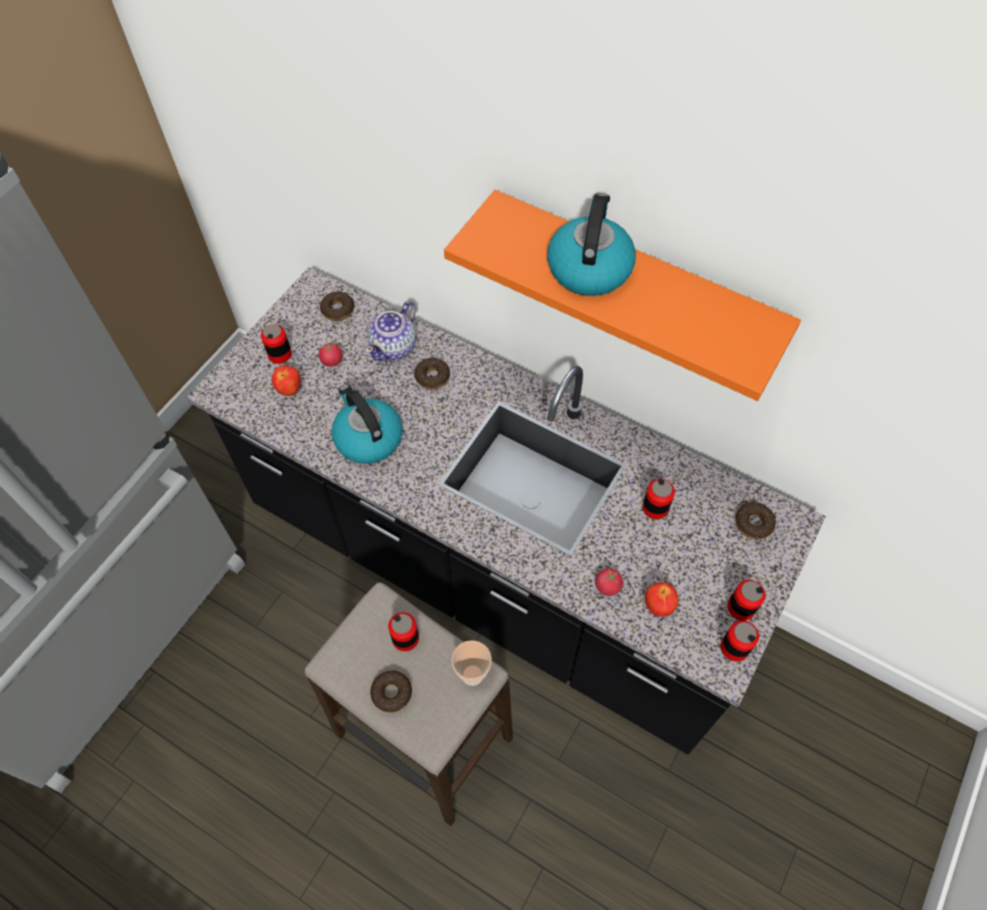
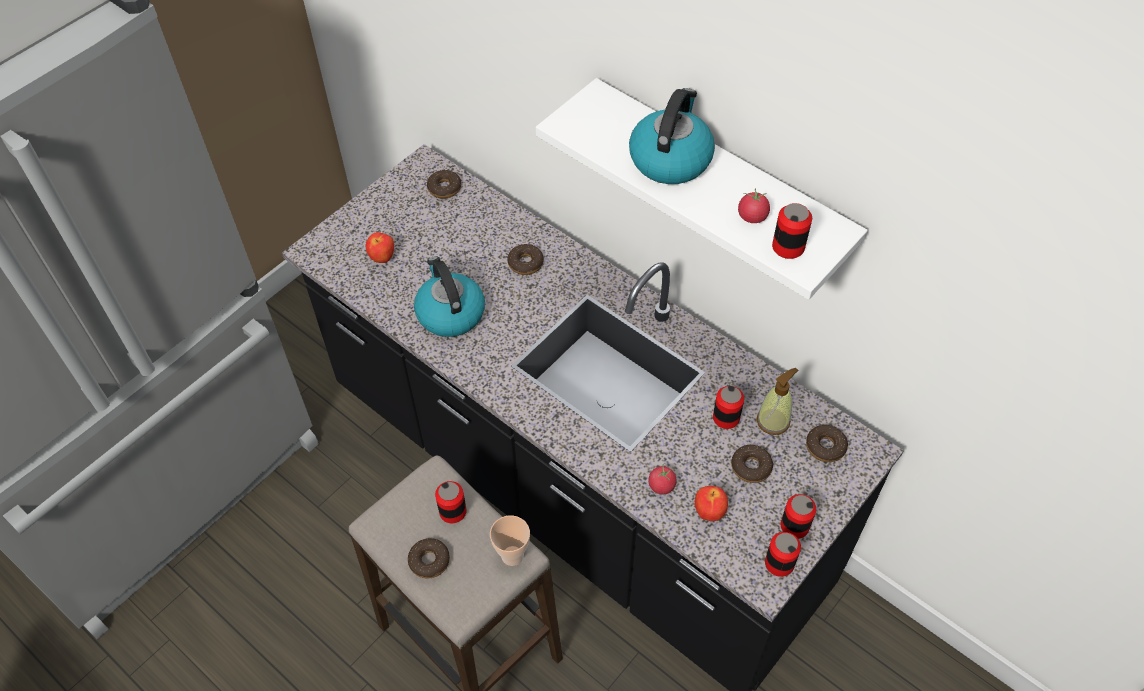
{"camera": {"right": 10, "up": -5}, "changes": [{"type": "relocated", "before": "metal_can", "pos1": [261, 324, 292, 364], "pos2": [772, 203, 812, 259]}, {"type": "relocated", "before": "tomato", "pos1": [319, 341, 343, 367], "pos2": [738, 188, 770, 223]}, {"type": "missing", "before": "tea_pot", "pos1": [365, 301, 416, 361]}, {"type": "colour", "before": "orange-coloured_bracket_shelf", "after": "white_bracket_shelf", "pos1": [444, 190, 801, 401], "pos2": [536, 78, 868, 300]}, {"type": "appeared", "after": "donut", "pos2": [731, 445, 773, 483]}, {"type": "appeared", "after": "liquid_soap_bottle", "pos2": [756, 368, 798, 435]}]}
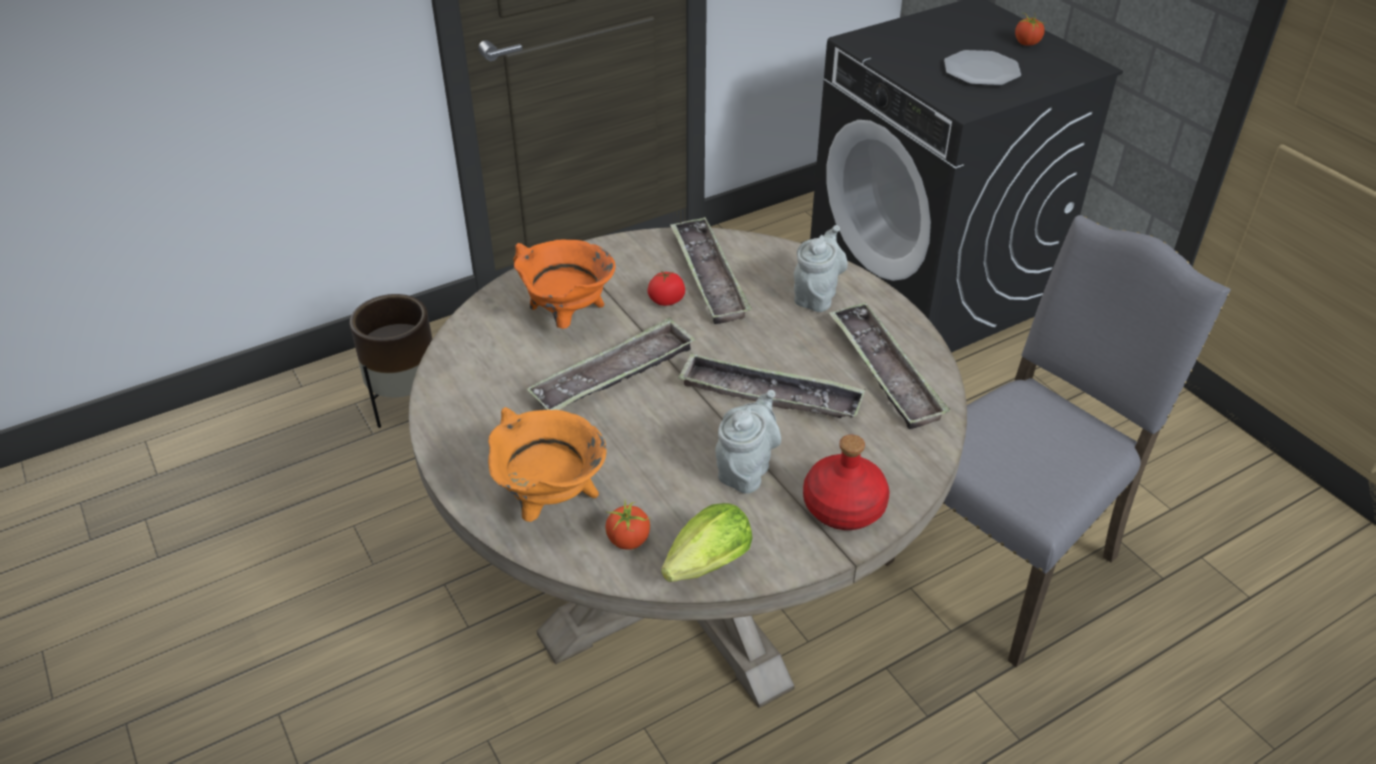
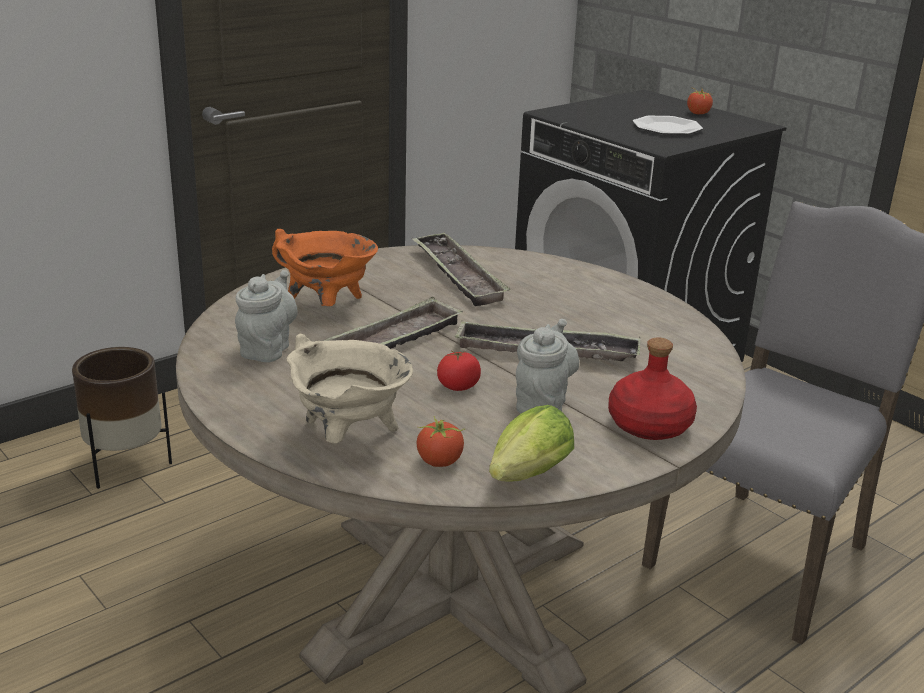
{"camera": {"right": -10, "up": -15}, "changes": [{"type": "colour", "before": "orange-coloured_cooking_pot", "after": "beige-coloured_cooking_pot", "pos1": [488, 407, 607, 522], "pos2": [286, 333, 413, 443]}, {"type": "relocated", "before": "tomato", "pos1": [648, 270, 685, 306], "pos2": [437, 350, 481, 391]}, {"type": "relocated", "before": "greyish_tea_pot", "pos1": [794, 225, 848, 312], "pos2": [235, 270, 298, 363]}, {"type": "missing", "before": "carrying_tray", "pos1": [829, 302, 950, 429]}]}
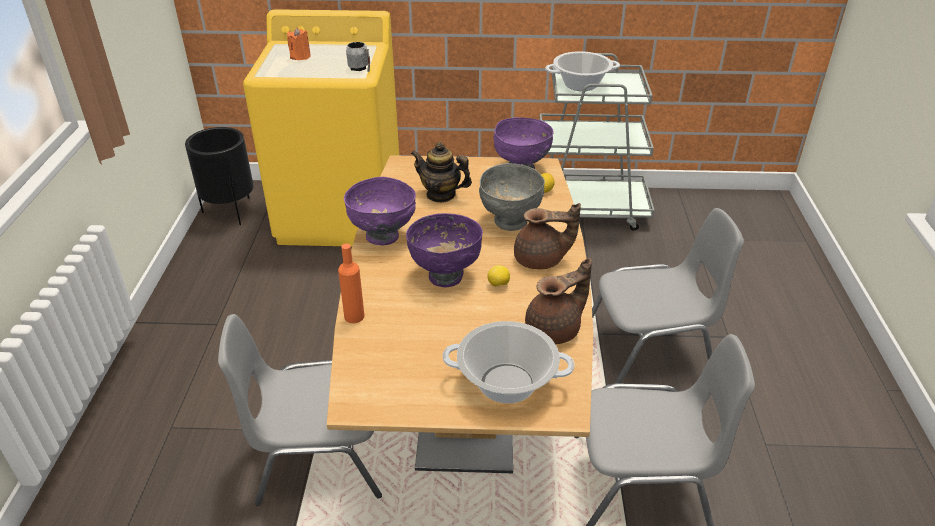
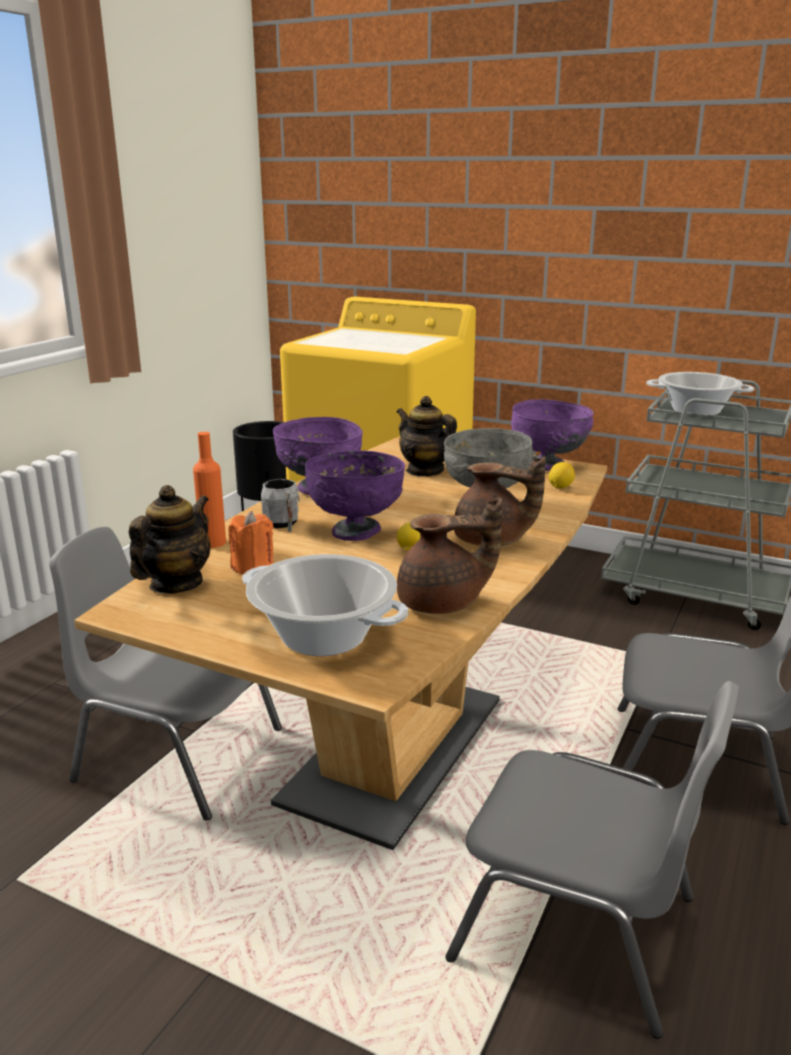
{"camera": {"right": 25, "up": -15}, "changes": [{"type": "relocated", "before": "orange-coloured_candle", "pos1": [287, 27, 311, 60], "pos2": [228, 511, 274, 574]}, {"type": "relocated", "before": "greyish_coffee_mug", "pos1": [346, 42, 370, 72], "pos2": [261, 479, 300, 532]}, {"type": "appeared", "after": "tea_pot", "pos2": [129, 485, 211, 593]}]}
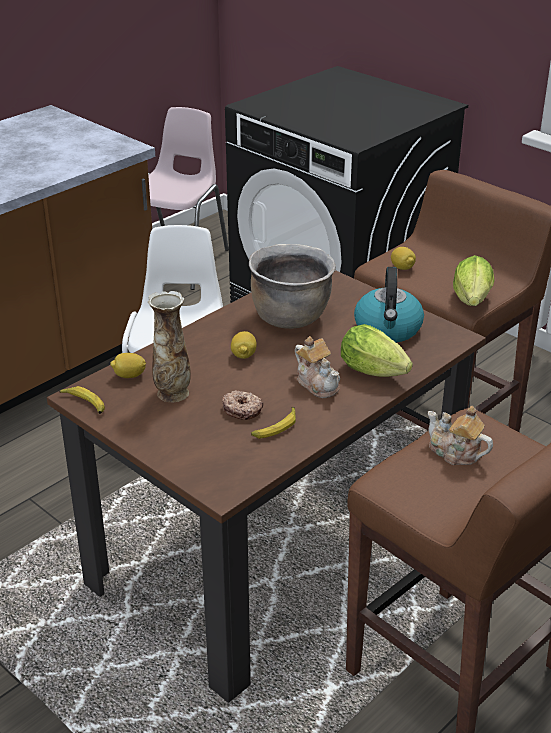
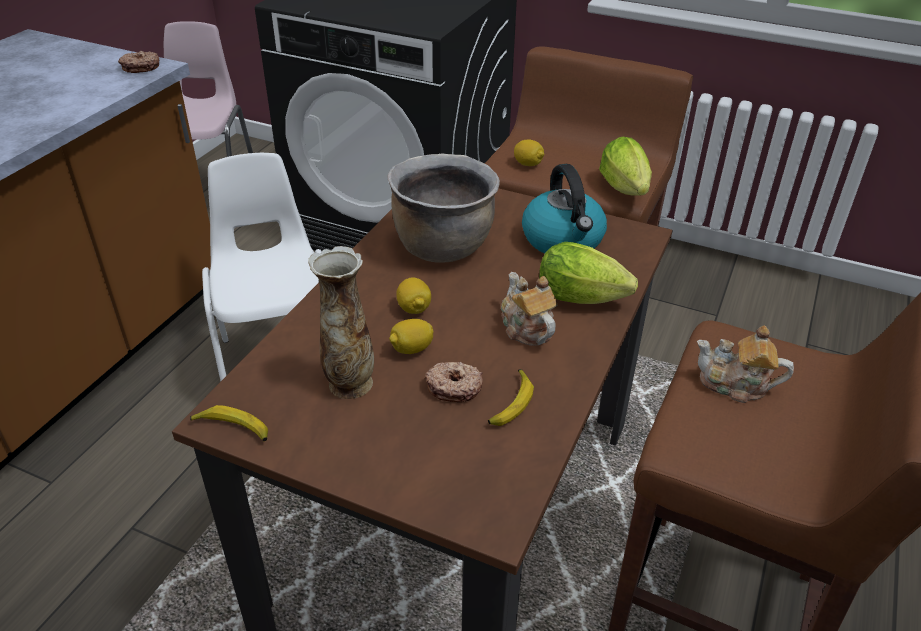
{"camera": {"right": -20, "up": 5}, "changes": [{"type": "relocated", "before": "lemon", "pos1": [110, 353, 146, 378], "pos2": [389, 319, 434, 354]}, {"type": "spun", "before": "tea_pot", "pos1": [295, 336, 340, 398], "pos2": [501, 272, 558, 346], "turn": -150}, {"type": "appeared", "after": "donut", "pos2": [118, 51, 159, 73]}]}
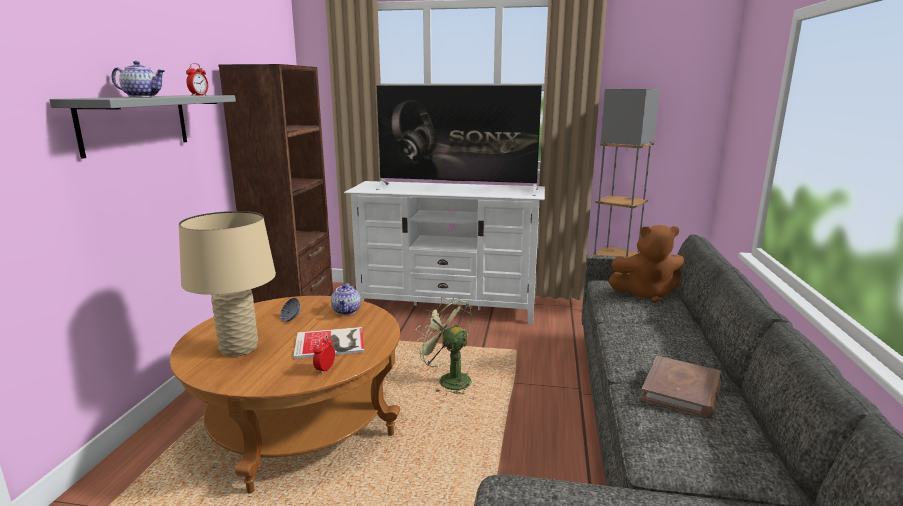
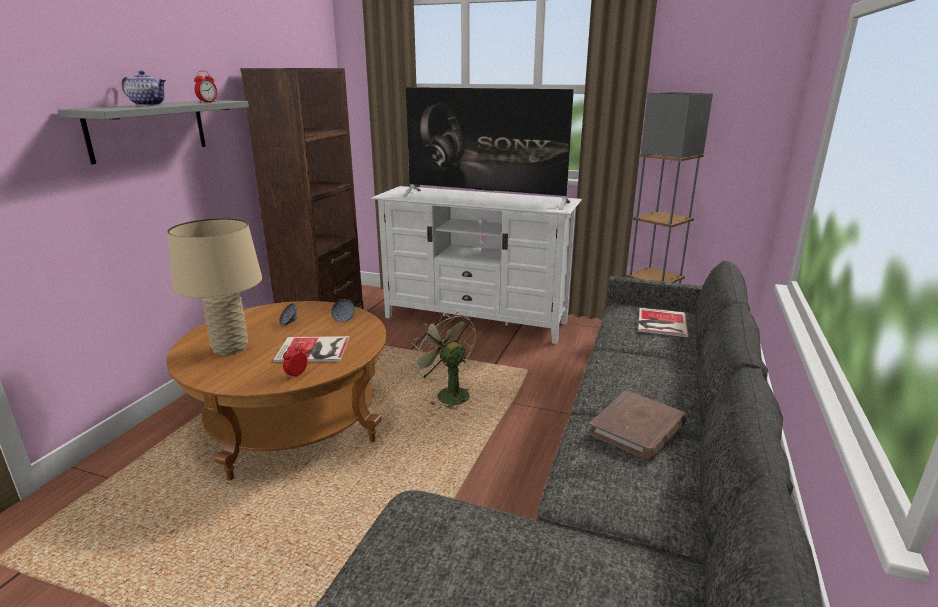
{"camera": {"right": 10, "up": 5}, "changes": [{"type": "exchanged", "before": "tea_pot", "after": "bowl", "pos1": [331, 283, 361, 315], "pos2": [331, 299, 355, 322]}, {"type": "exchanged", "before": "brownish_soft_toy", "after": "book", "pos1": [608, 225, 684, 303], "pos2": [638, 308, 688, 337]}]}
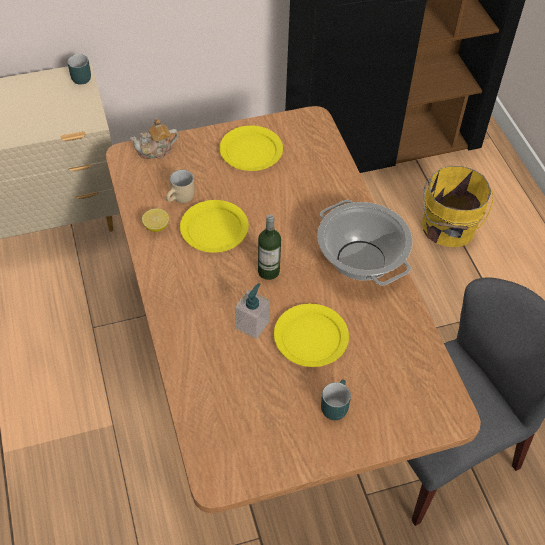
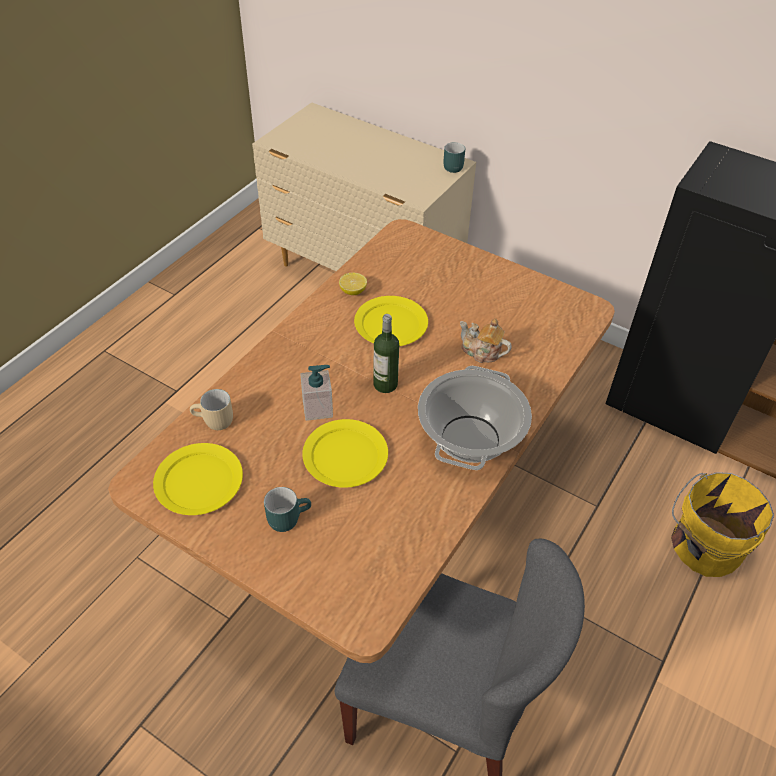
{"camera": {"right": 50, "up": -5}, "changes": [{"type": "relocated", "before": "tea_pot", "pos1": [130, 119, 178, 159], "pos2": [460, 318, 512, 363]}, {"type": "relocated", "before": "beige-coloured_coffee_mug", "pos1": [166, 170, 195, 203], "pos2": [190, 389, 233, 430]}, {"type": "relocated", "before": "yellowish_flat_dish", "pos1": [219, 126, 283, 171], "pos2": [153, 443, 243, 515]}]}
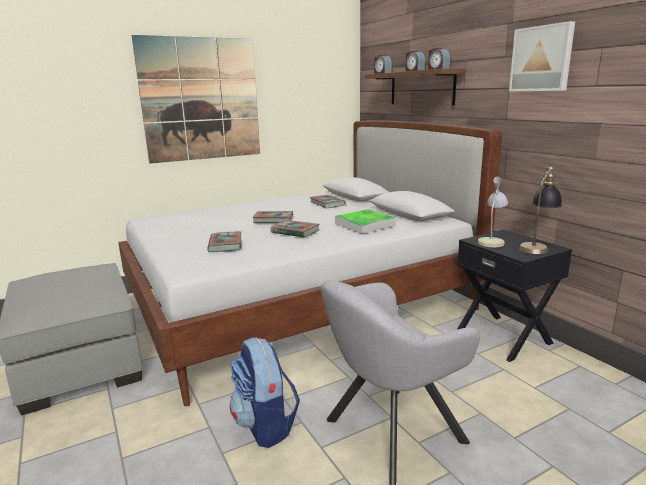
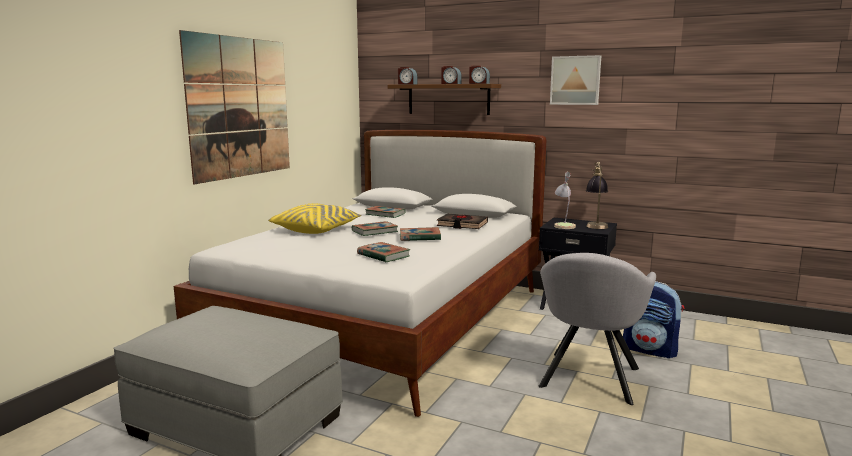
{"camera": {"right": -35, "up": -5}, "changes": [{"type": "relocated", "before": "knapsack", "pos1": [230, 337, 300, 448], "pos2": [623, 281, 684, 358]}, {"type": "exchanged", "before": "carrying_tray", "after": "blackish_book", "pos1": [335, 209, 396, 234], "pos2": [437, 213, 488, 229]}, {"type": "appeared", "after": "yellowish_pillow", "pos2": [268, 203, 362, 234]}]}
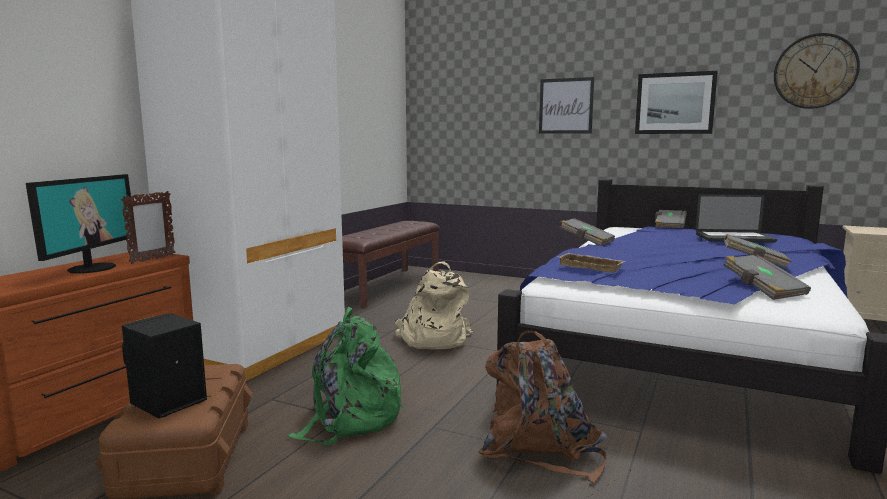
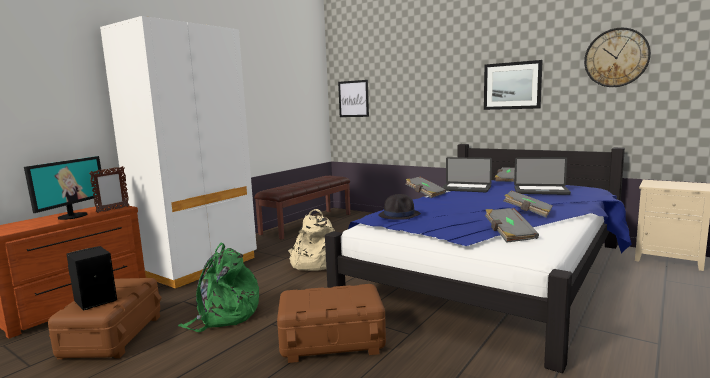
{"camera": {"right": 10, "up": 0}, "changes": [{"type": "exchanged", "before": "brownish_knapsack", "after": "brownish_storage_box", "pos1": [478, 330, 607, 483], "pos2": [277, 284, 386, 363]}, {"type": "relocated", "before": "picture", "pos1": [539, 77, 595, 134], "pos2": [338, 80, 369, 117]}, {"type": "exchanged", "before": "beige-coloured_carrying_tray", "after": "blackish_wearable_hat", "pos1": [557, 253, 625, 273], "pos2": [378, 194, 421, 220]}, {"type": "appeared", "after": "portable_computer", "pos2": [442, 157, 492, 192]}]}
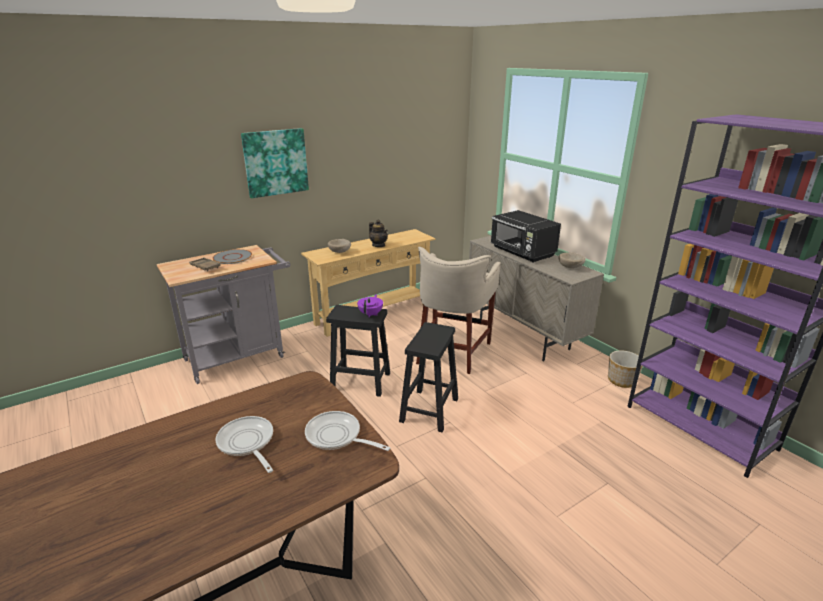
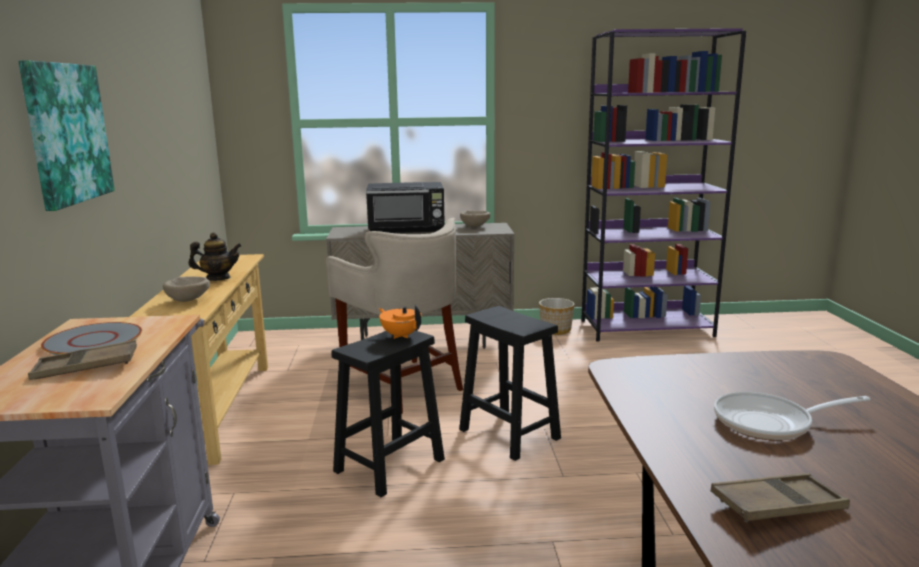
{"camera": {"right": -60, "up": -10}, "changes": [{"type": "missing", "before": "skillet", "pos1": [305, 411, 390, 451]}, {"type": "colour", "before": "purple-coloured_tea_pot", "after": "orange-coloured_tea_pot", "pos1": [357, 294, 383, 317], "pos2": [379, 305, 422, 339]}, {"type": "appeared", "after": "brownish_carrying_tray", "pos2": [711, 473, 850, 522]}]}
